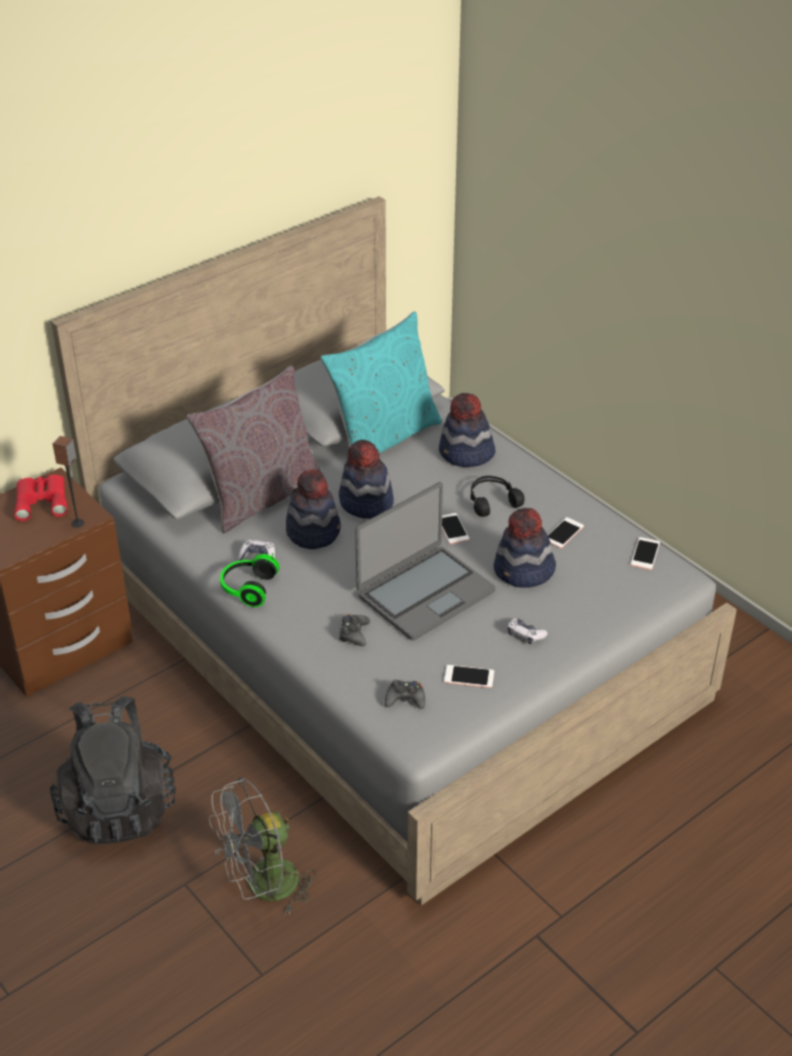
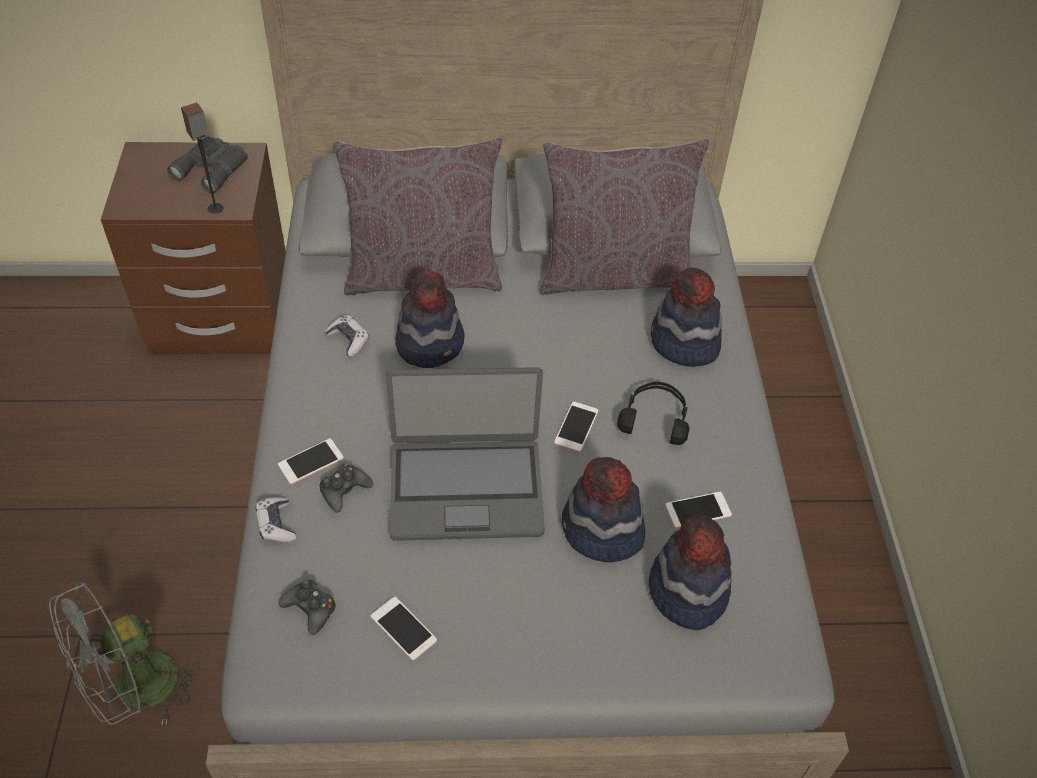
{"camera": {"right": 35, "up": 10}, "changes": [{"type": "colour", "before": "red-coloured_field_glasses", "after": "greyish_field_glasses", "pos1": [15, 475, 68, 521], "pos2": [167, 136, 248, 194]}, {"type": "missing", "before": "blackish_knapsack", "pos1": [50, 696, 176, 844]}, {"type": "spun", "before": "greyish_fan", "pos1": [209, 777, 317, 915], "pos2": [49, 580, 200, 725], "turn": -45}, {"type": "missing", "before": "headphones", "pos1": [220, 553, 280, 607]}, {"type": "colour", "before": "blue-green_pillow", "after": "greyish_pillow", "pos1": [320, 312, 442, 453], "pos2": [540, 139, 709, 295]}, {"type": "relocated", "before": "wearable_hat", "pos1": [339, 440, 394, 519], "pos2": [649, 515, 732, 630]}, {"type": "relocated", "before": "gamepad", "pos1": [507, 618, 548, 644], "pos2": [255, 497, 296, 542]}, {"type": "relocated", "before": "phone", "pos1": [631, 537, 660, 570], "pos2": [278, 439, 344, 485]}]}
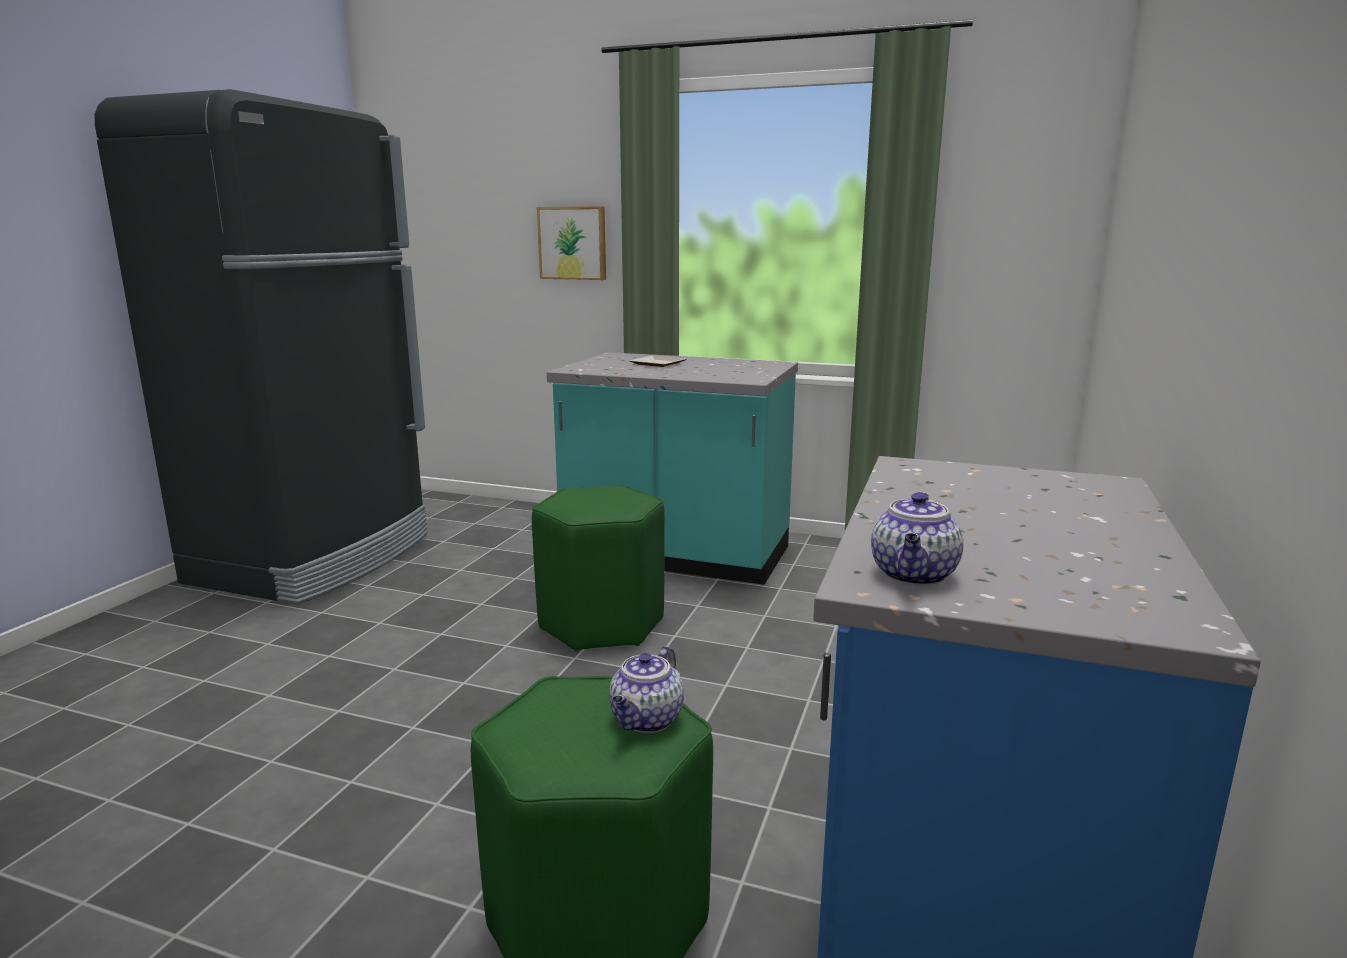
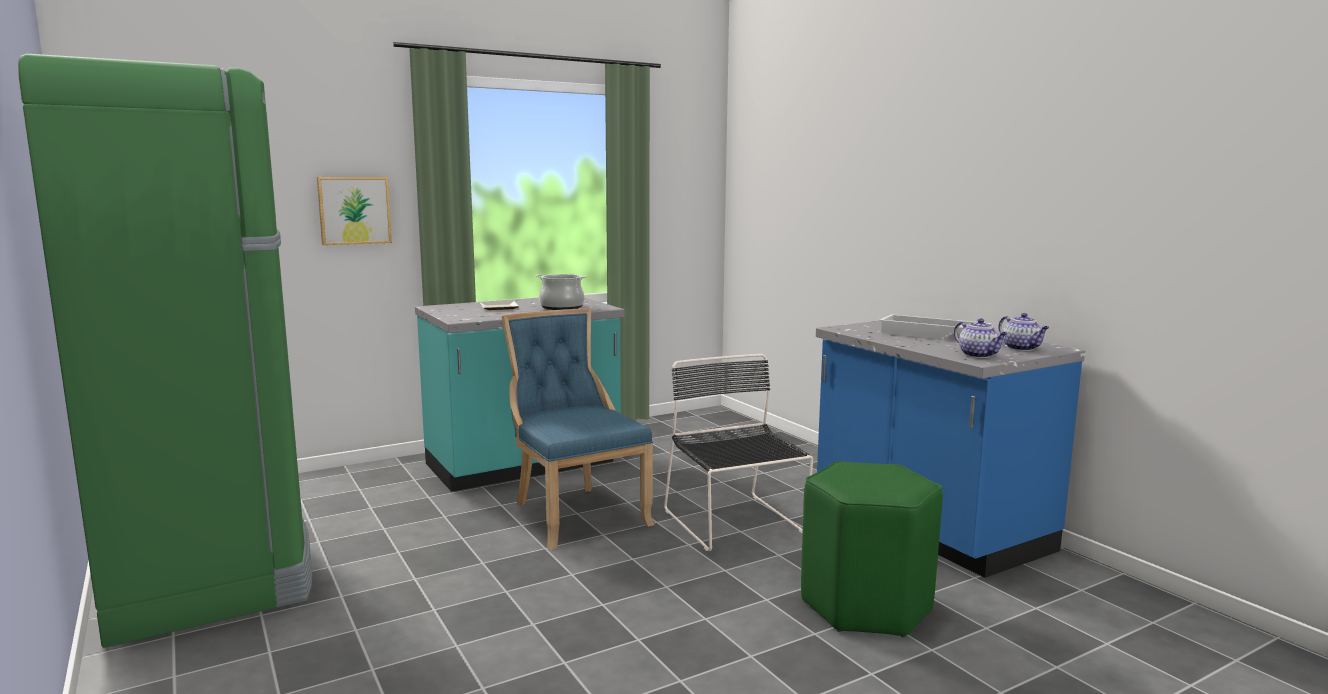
{"camera": {"right": -50, "up": -5}, "changes": [{"type": "colour", "before": "blackish_kitchen_fridge", "after": "green_kitchen_fridge", "pos1": [95, 89, 427, 605], "pos2": [18, 54, 312, 648]}, {"type": "exchanged", "before": "green_sitting_stool", "after": "blue_plain_chair", "pos1": [532, 485, 665, 652], "pos2": [502, 308, 654, 550]}, {"type": "relocated", "before": "tea_pot", "pos1": [609, 646, 684, 733], "pos2": [998, 313, 1049, 351]}, {"type": "appeared", "after": "cooking_pot", "pos2": [536, 274, 587, 310]}, {"type": "appeared", "after": "blackish_plain_chair", "pos2": [664, 354, 813, 551]}, {"type": "appeared", "after": "white_carrying_tray", "pos2": [879, 314, 992, 339]}]}
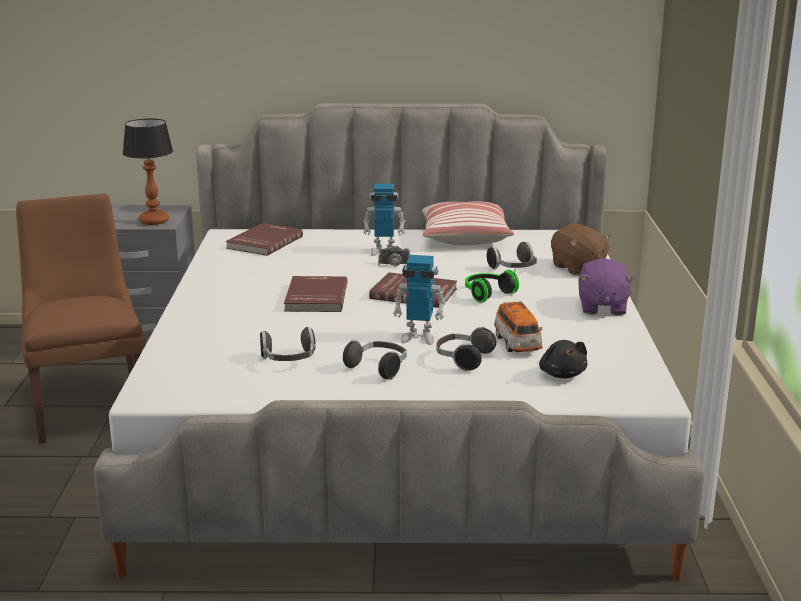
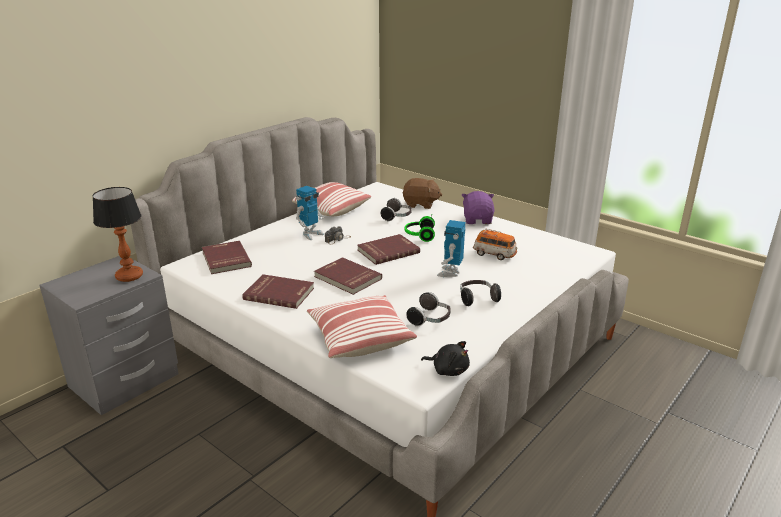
{"camera": {"right": -50, "up": 5}, "changes": [{"type": "missing", "before": "brownish_plain_chair", "pos1": [16, 193, 145, 444]}, {"type": "spun", "before": "robot_figure", "pos1": [393, 255, 446, 345], "pos2": [437, 220, 466, 277], "turn": 150}, {"type": "missing", "before": "headphones", "pos1": [437, 327, 496, 372]}, {"type": "relocated", "before": "blackish_soft_toy", "pos1": [539, 340, 587, 379], "pos2": [421, 341, 470, 376]}, {"type": "spun", "before": "purple-coloured_soft_toy", "pos1": [578, 258, 635, 316], "pos2": [462, 191, 495, 224], "turn": -135}, {"type": "appeared", "after": "red-coloured_book", "pos2": [242, 274, 314, 309]}, {"type": "appeared", "after": "pillow", "pos2": [307, 295, 417, 358]}]}
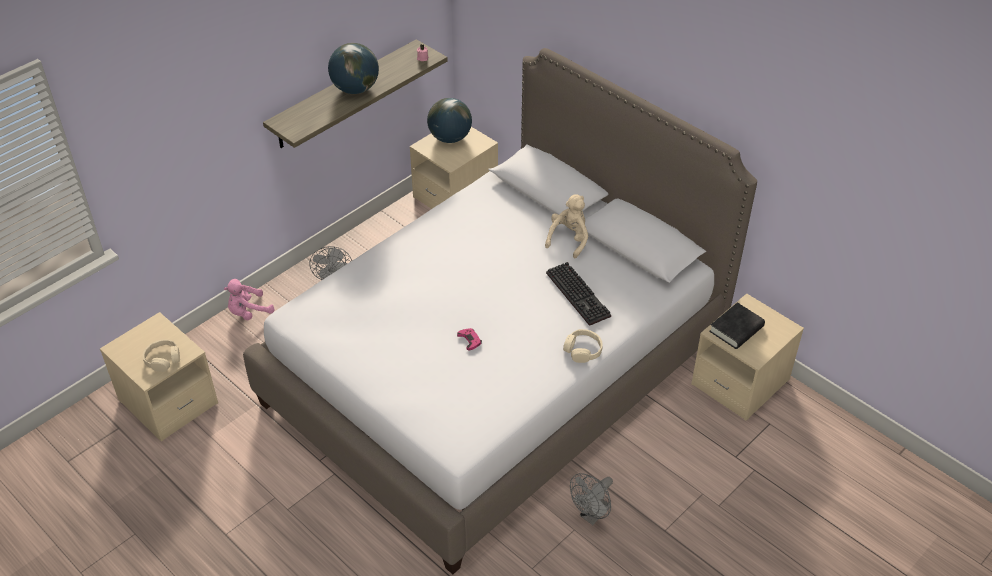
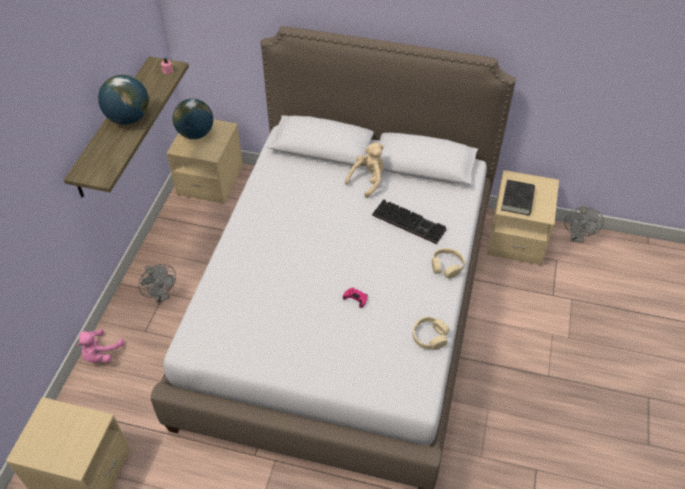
{"camera": {"right": -30, "up": 5}, "changes": [{"type": "relocated", "before": "beige-coloured_headphones", "pos1": [143, 339, 180, 372], "pos2": [413, 317, 449, 350]}, {"type": "spun", "before": "beige-coloured_soft_toy", "pos1": [545, 194, 588, 258], "pos2": [345, 143, 384, 198], "turn": 45}, {"type": "relocated", "before": "greyish_fan", "pos1": [570, 473, 613, 525], "pos2": [564, 206, 604, 243]}]}
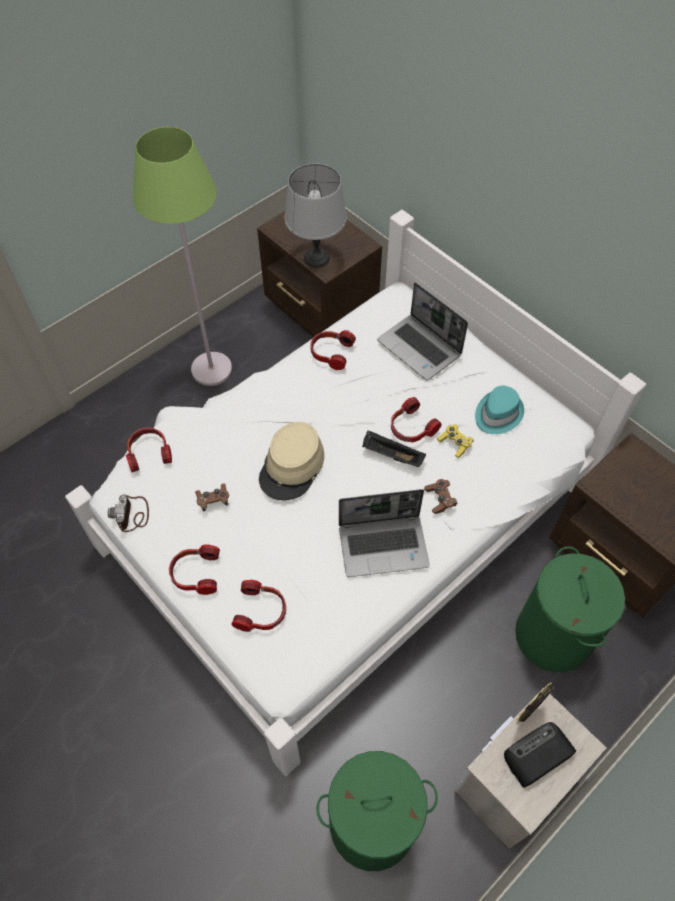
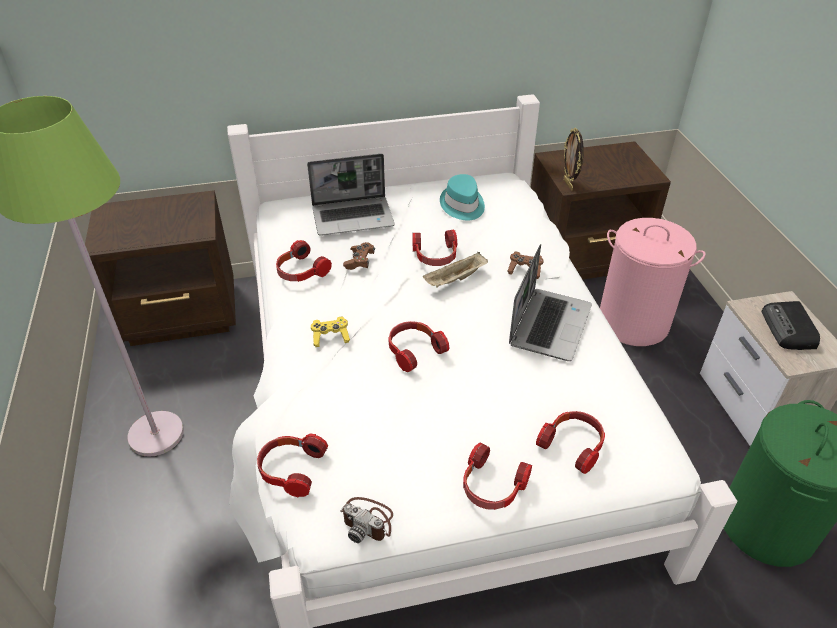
{"camera": {"right": -60, "up": -15}, "changes": [{"type": "relocated", "before": "brownish_gamepad", "pos1": [195, 483, 229, 512], "pos2": [343, 242, 375, 270]}, {"type": "exchanged", "before": "beige-coloured_wearable_hat", "after": "headphones", "pos1": [259, 422, 324, 500], "pos2": [388, 321, 450, 372]}, {"type": "missing", "before": "greyish_lamp_for_a_table", "pos1": [285, 163, 347, 268]}, {"type": "colour", "before": "blackish_carrying_tray", "after": "beige-coloured_carrying_tray", "pos1": [362, 430, 426, 467], "pos2": [423, 252, 488, 288]}, {"type": "relocated", "before": "yellowish_gamepad", "pos1": [437, 424, 474, 458], "pos2": [311, 317, 350, 347]}, {"type": "colour", "before": "green_laundry_basket", "after": "pinkish_laundry_basket", "pos1": [515, 546, 625, 672], "pos2": [600, 218, 705, 346]}, {"type": "relocated", "before": "photo_frame", "pos1": [516, 682, 553, 724], "pos2": [563, 128, 584, 190]}]}
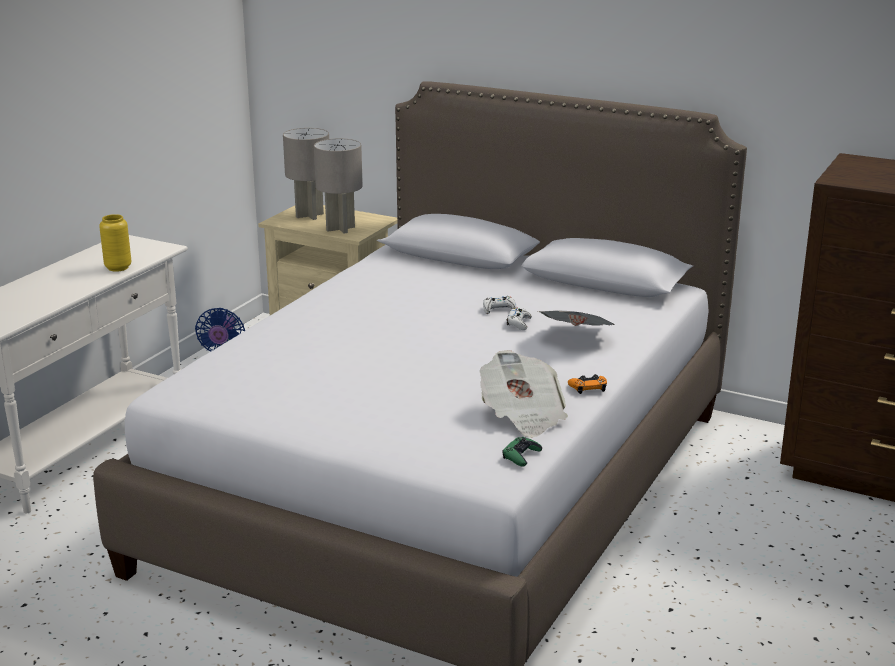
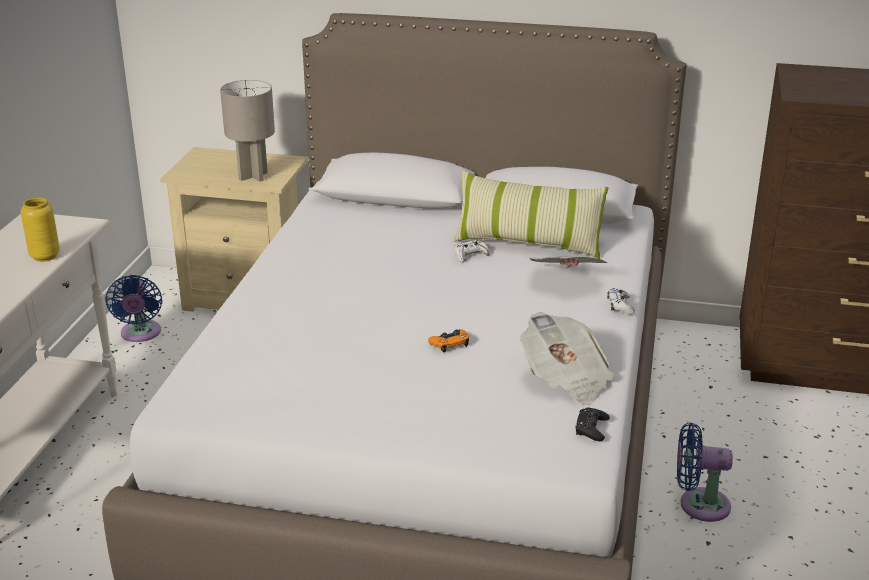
{"camera": {"right": -15, "up": 5}, "changes": [{"type": "missing", "before": "greyish_lamp_for_a_table", "pos1": [283, 128, 329, 220]}, {"type": "colour", "before": "green_gamepad", "after": "blackish_gamepad", "pos1": [502, 437, 542, 467], "pos2": [576, 407, 610, 441]}, {"type": "relocated", "before": "white_gamepad", "pos1": [507, 308, 532, 330], "pos2": [607, 288, 635, 315]}, {"type": "relocated", "before": "orange-coloured_gamepad", "pos1": [568, 374, 607, 394], "pos2": [428, 329, 469, 352]}, {"type": "appeared", "after": "pillow", "pos2": [453, 170, 608, 259]}, {"type": "appeared", "after": "blue_fan", "pos2": [677, 423, 733, 522]}]}
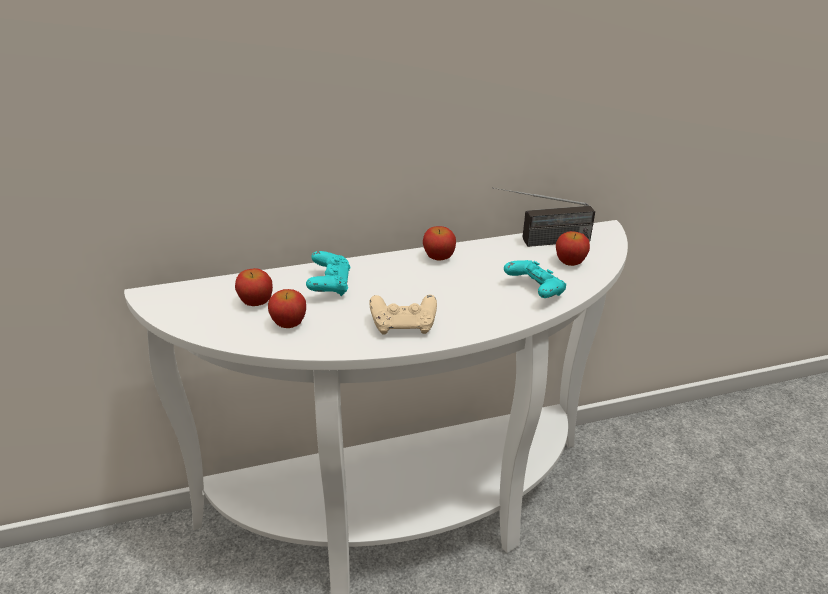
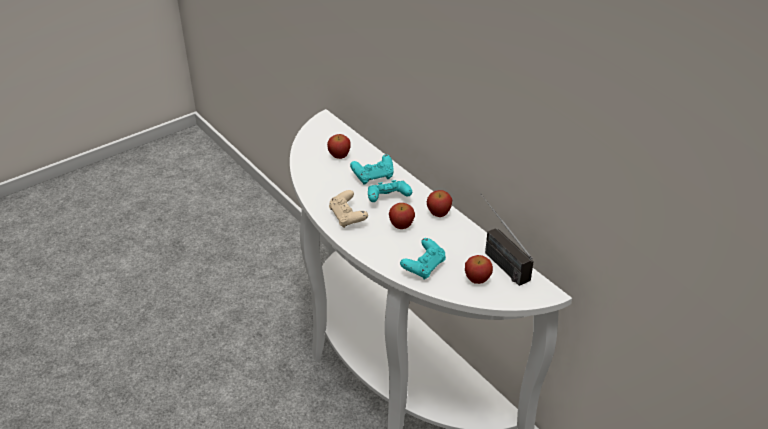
{"camera": {"right": 70, "up": 5}, "changes": [{"type": "relocated", "before": "apple", "pos1": [268, 289, 306, 328], "pos2": [389, 203, 415, 229]}, {"type": "appeared", "after": "blue-green_gamepad", "pos2": [368, 180, 412, 202]}]}
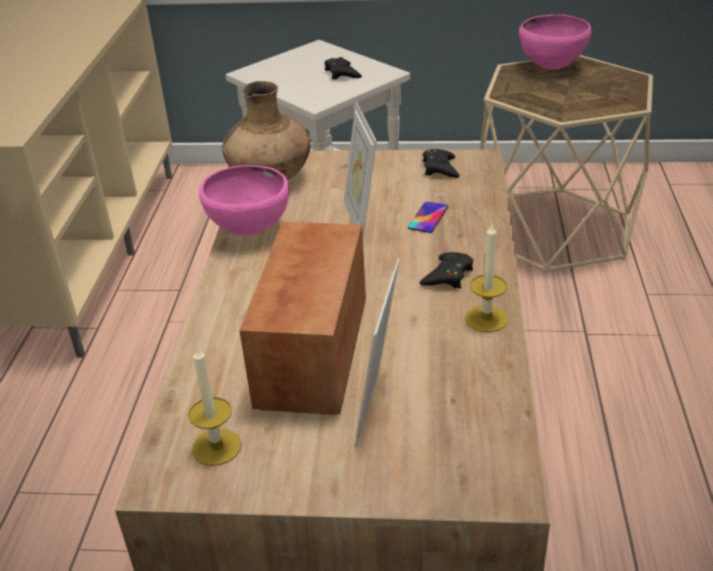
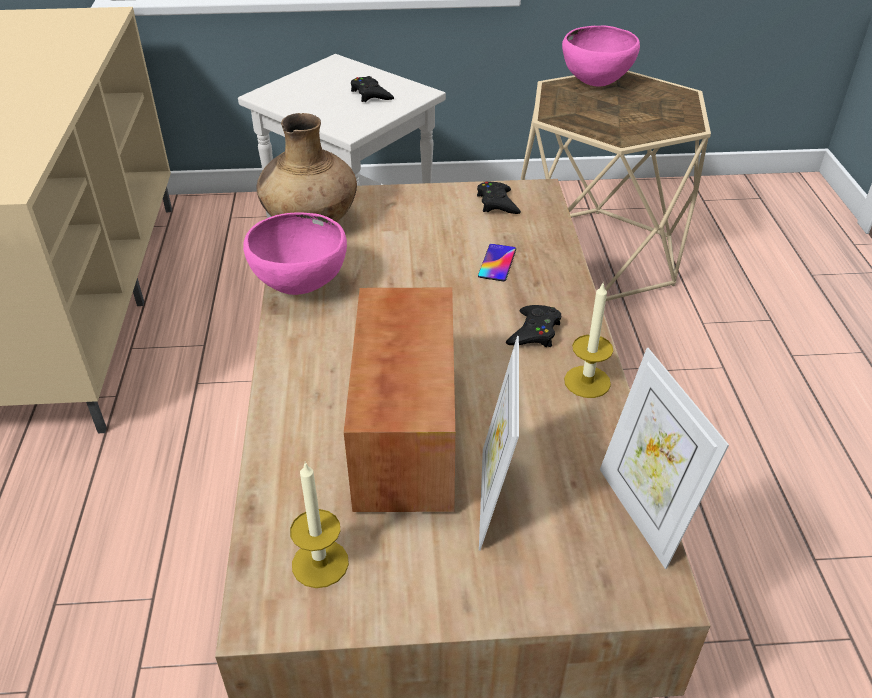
{"camera": {"right": -10, "up": 5}, "changes": [{"type": "relocated", "before": "photo_frame", "pos1": [344, 102, 377, 234], "pos2": [600, 348, 729, 569]}]}
